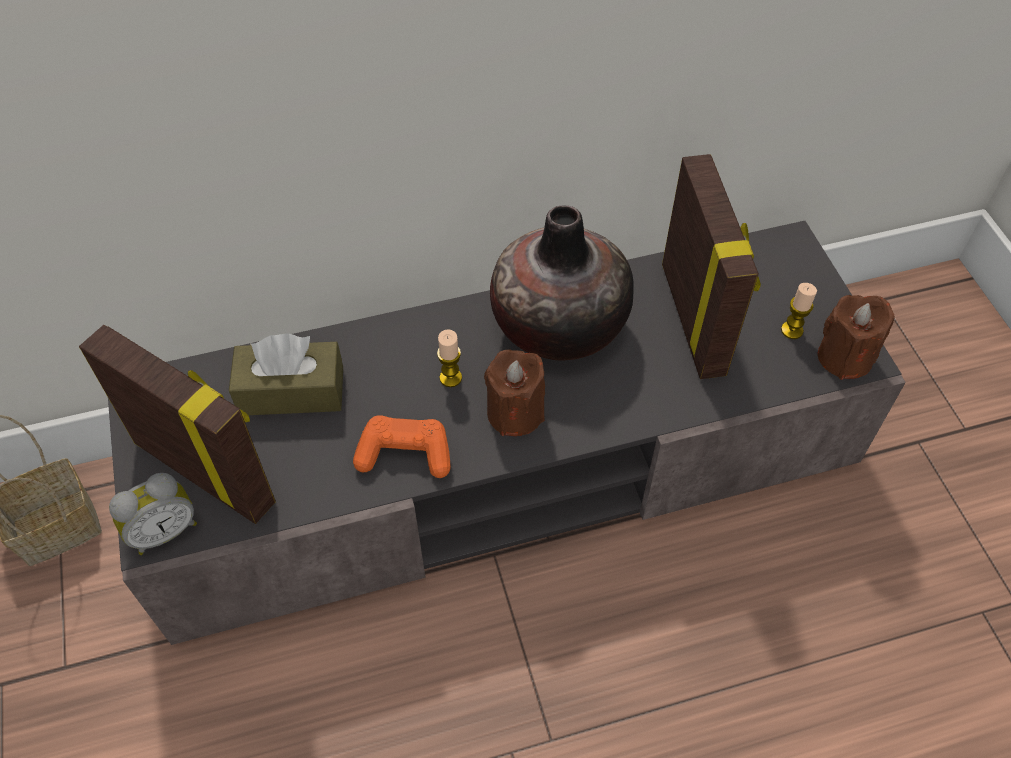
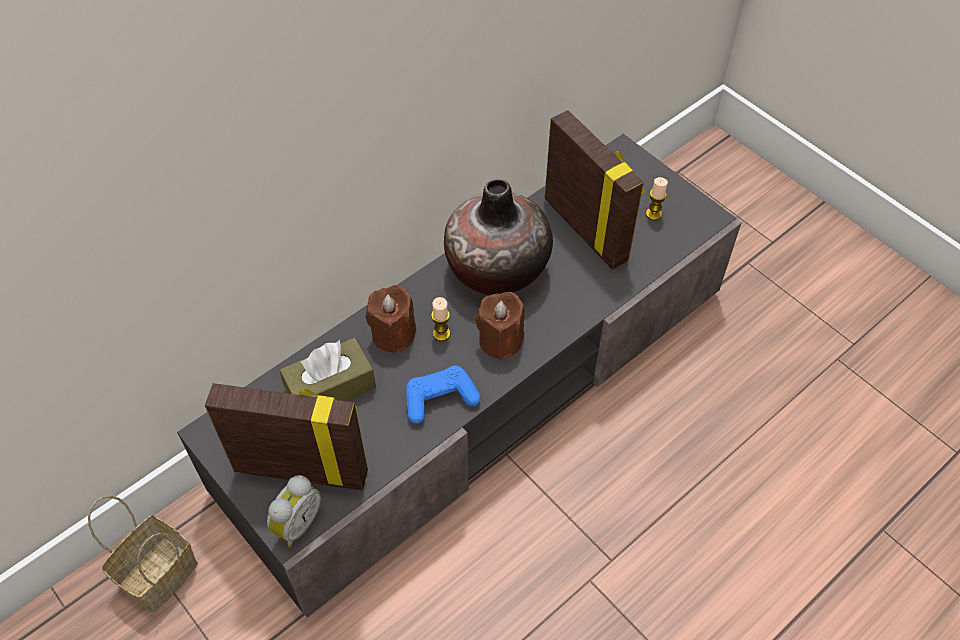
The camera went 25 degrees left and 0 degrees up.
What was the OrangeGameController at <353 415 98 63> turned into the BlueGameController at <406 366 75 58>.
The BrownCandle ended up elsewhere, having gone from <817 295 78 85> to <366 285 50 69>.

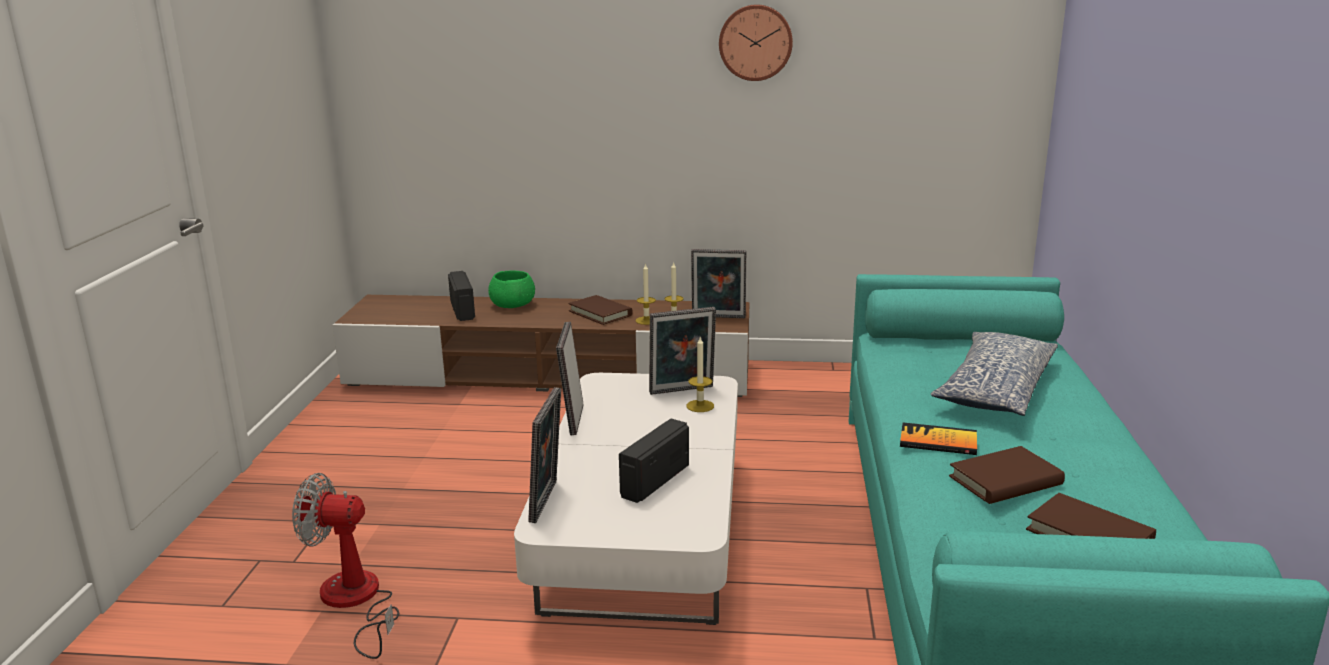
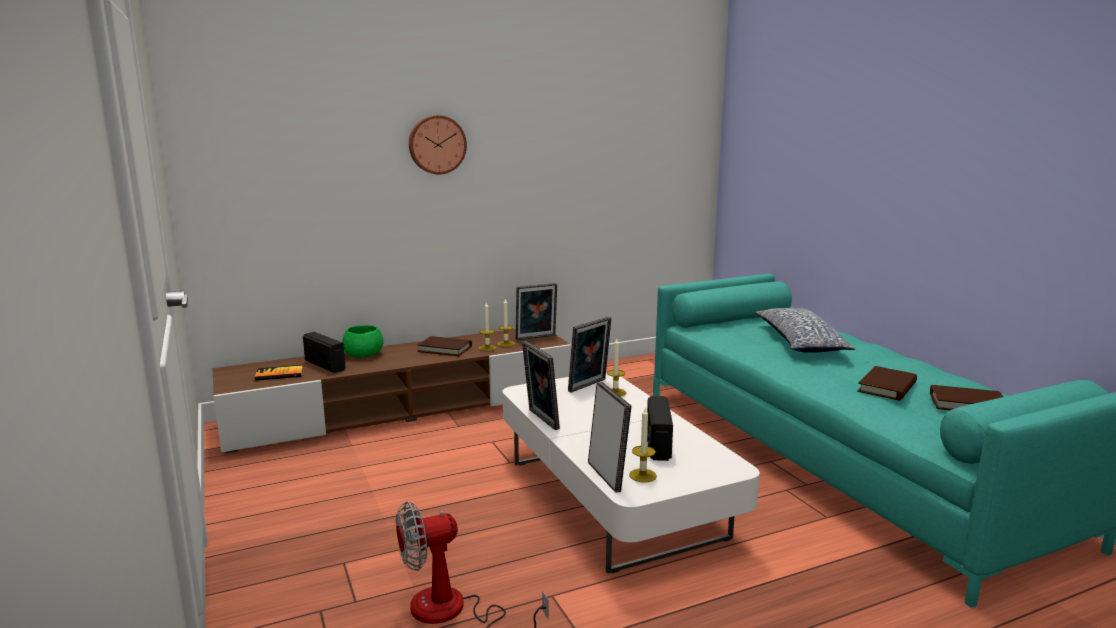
The camera went 30 degrees left and 5 degrees down.
The WallClock ended up elsewhere, having gone from <719 4 74 77> to <409 115 58 59>.
The Book ended up elsewhere, having gone from <900 422 77 33> to <255 365 48 16>.
The second view gained the Candle at <629 408 28 74>.

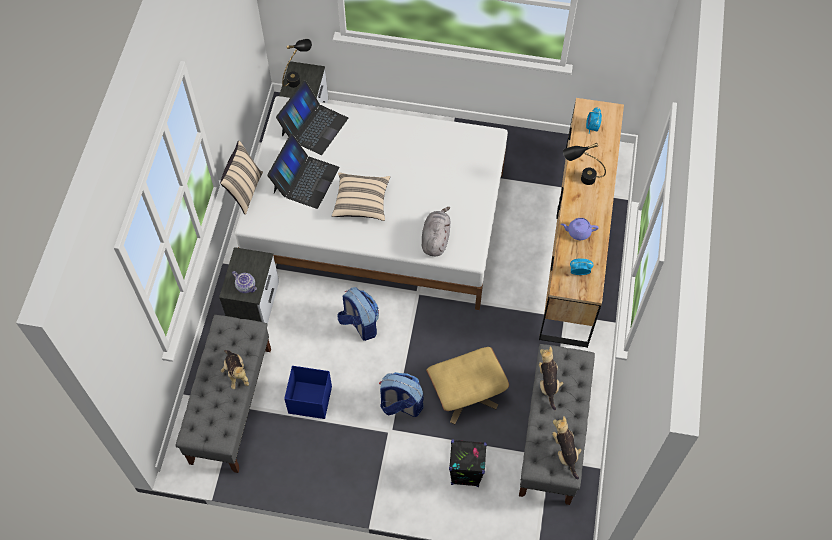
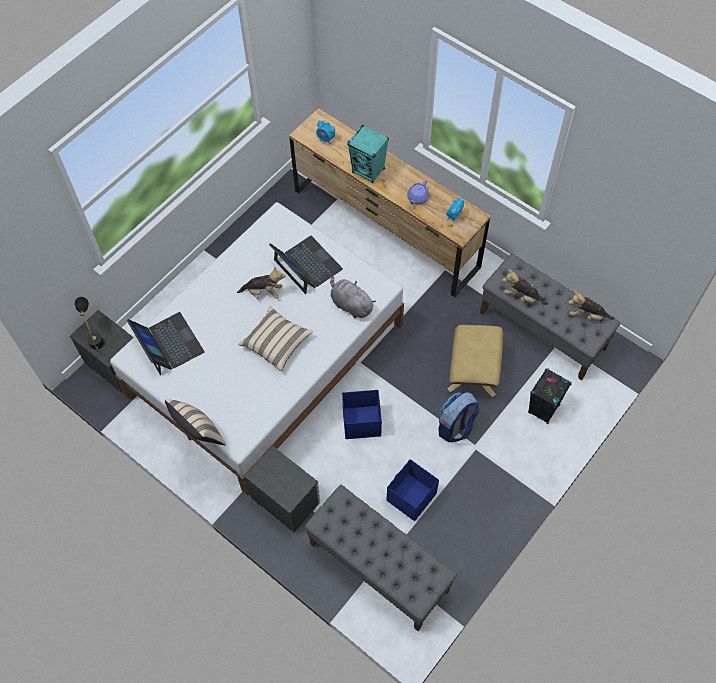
The camera went 60 degrees left and 0 degrees up.
The PlushToy ended up elsewhere, having gone from <221 350 28 39> to <237 267 49 32>.
The second view lost the Teapot at <232 271 25 22>.
The Laptop ended up elsewhere, having gone from <267 134 72 75> to <269 236 74 58>.
Where the Backpack stood at <338 287 41 54>, the BlueStorageBox came to stand at <342 390 40 49>.
Where the BlackTableLamp stood at <563 143 43 42>, the TurquoiseSpeaker came to stand at <347 125 42 58>.

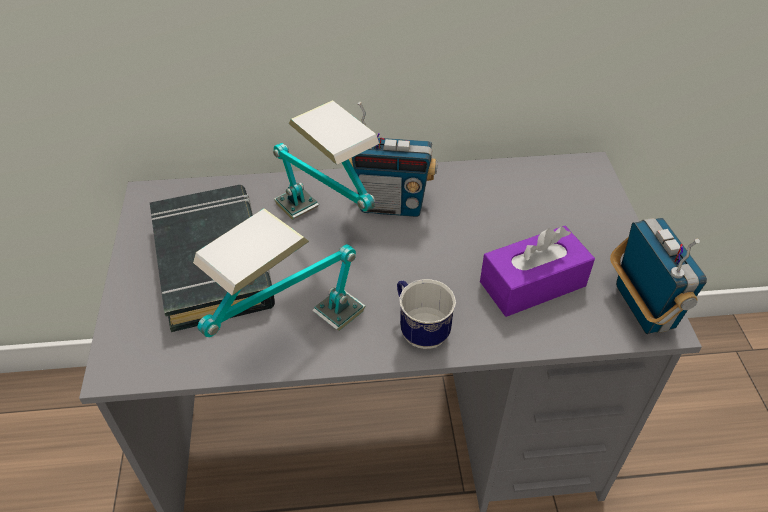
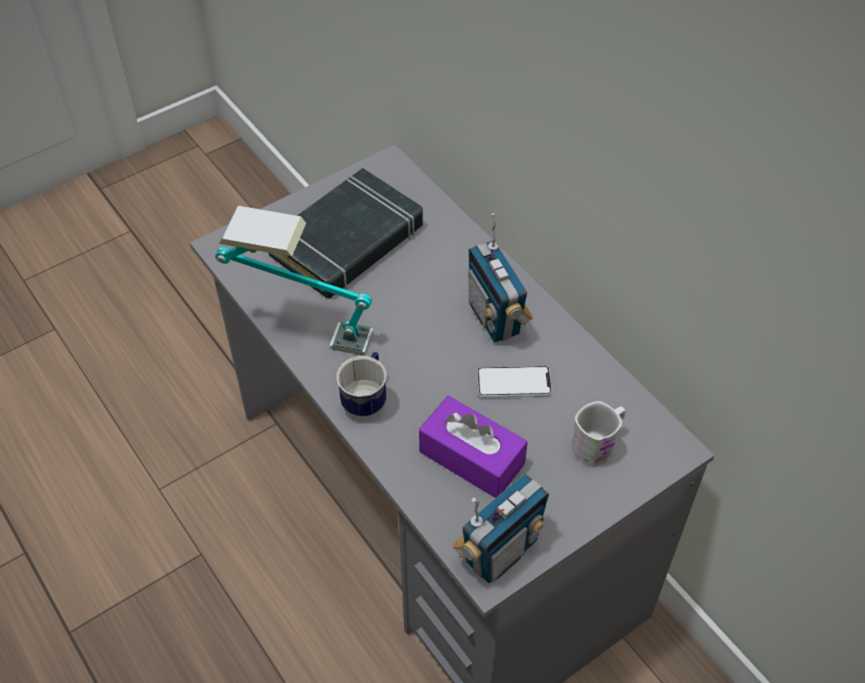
The camera went 60 degrees right and 5 degrees up.
The second view lost the TableLamp at <273 100 107 120>.
The second view gained the Phone at <476 366 76 32>.
The second view gained the WhiteMug at <571 401 55 66>.

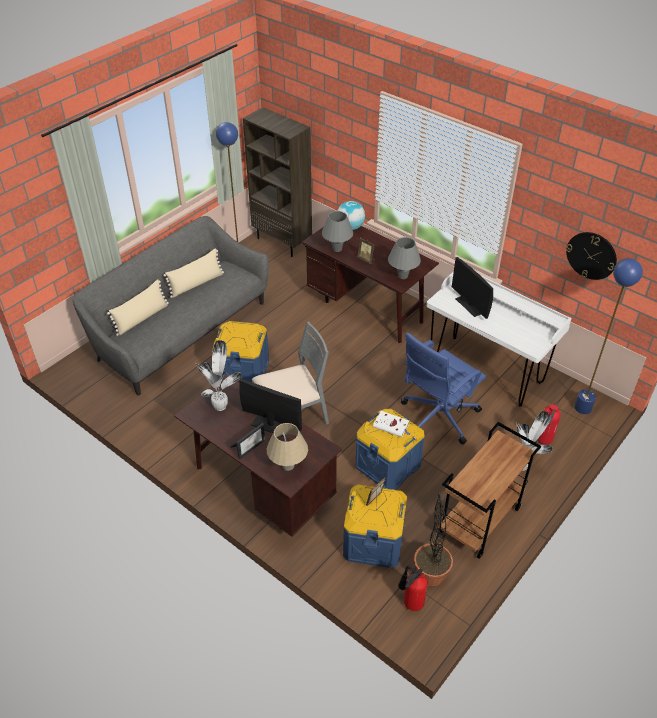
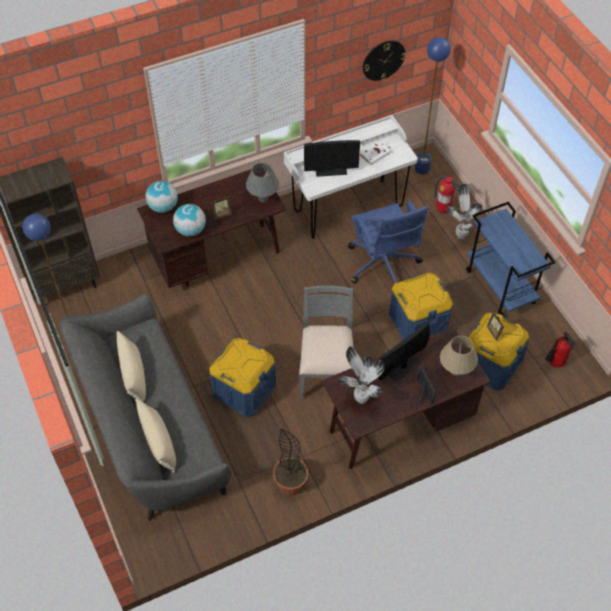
The camera went 65 degrees left and 10 degrees up.
Where the GreyTableLamp stood at <322 211 31 41>, the Globe came to stand at <173 204 33 32>.
The WhiteBook ended up elsewhere, having gone from <373 411 38 26> to <360 141 31 24>.
The PottedPlant ended up elsewhere, having gone from <414 492 39 95> to <273 428 35 67>.
What was the BrownCart at <438 422 103 137> turned into the BlueCart at <466 201 90 115>.

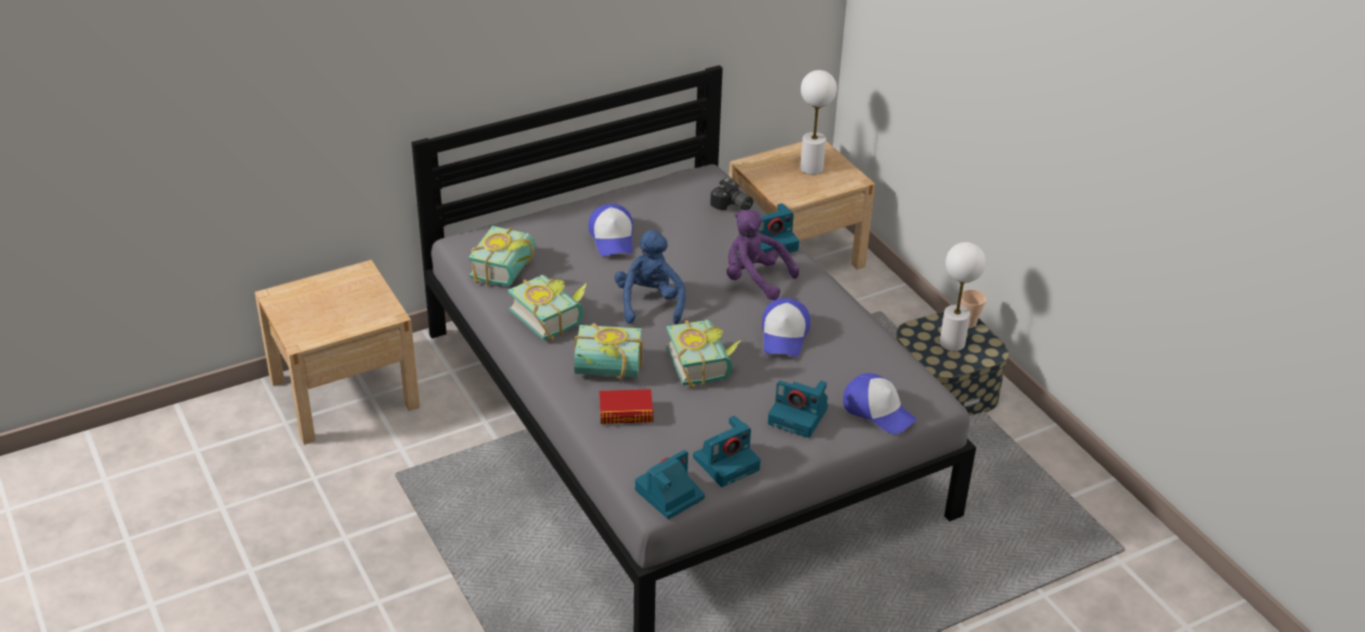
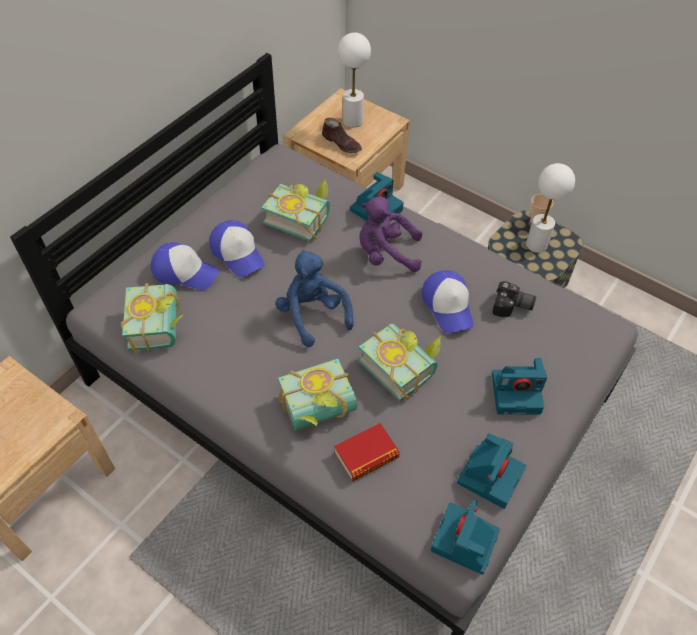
The camera went 25 degrees left and 15 degrees up.
The Book ended up elsewhere, having gone from <508 275 78 66> to <261 179 69 62>.
The PhotoCamera ended up elsewhere, having gone from <710 178 43 32> to <493 281 43 36>.
The Cap ended up elsewhere, having gone from <843 373 74 61> to <151 242 68 48>.
The second view gained the BrownShoe at <322 118 40 35>.

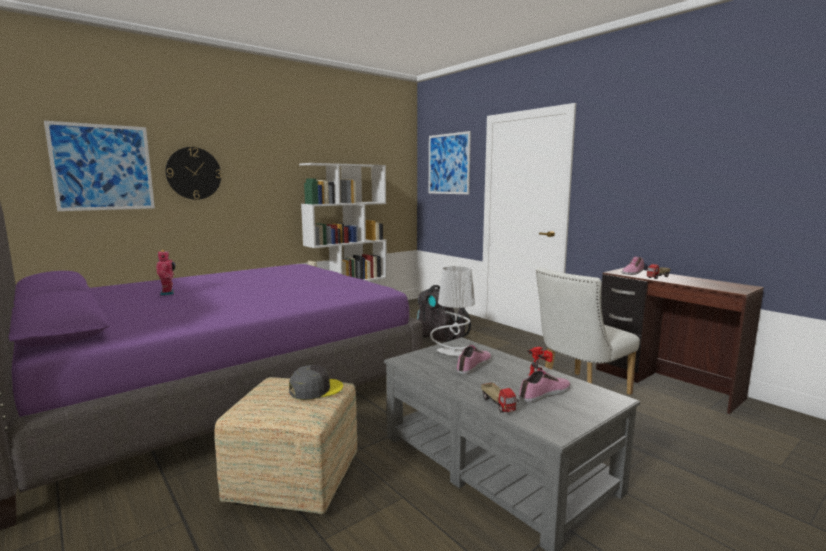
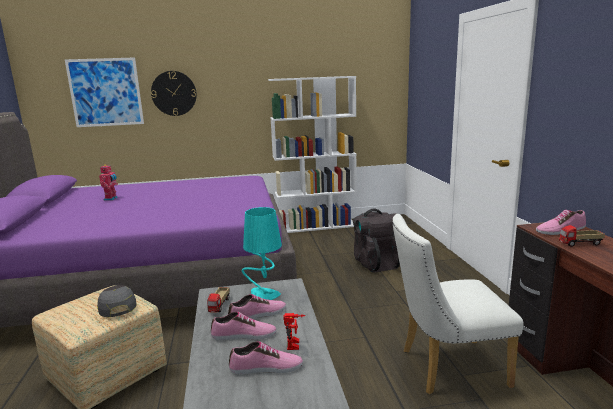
The camera went 30 degrees right and 5 degrees up.
The GreyCap at <289 365 54 35> ended up facing another way, 120 degrees counterclockwise from before.
The second view lost the Picture at <429 131 42 63>.
What was the GreyTableLamp at <430 266 45 90> turned into the TurquoiseTableLamp at <242 207 40 93>.
The ToyTruck ended up elsewhere, having gone from <481 382 38 31> to <207 287 23 26>.
The second view gained the Shoe at <211 312 66 28>.

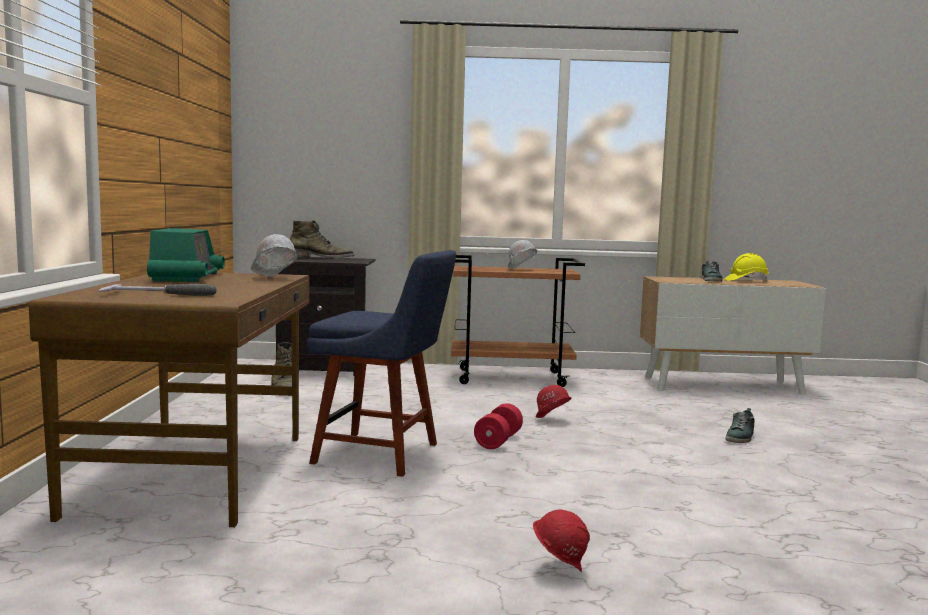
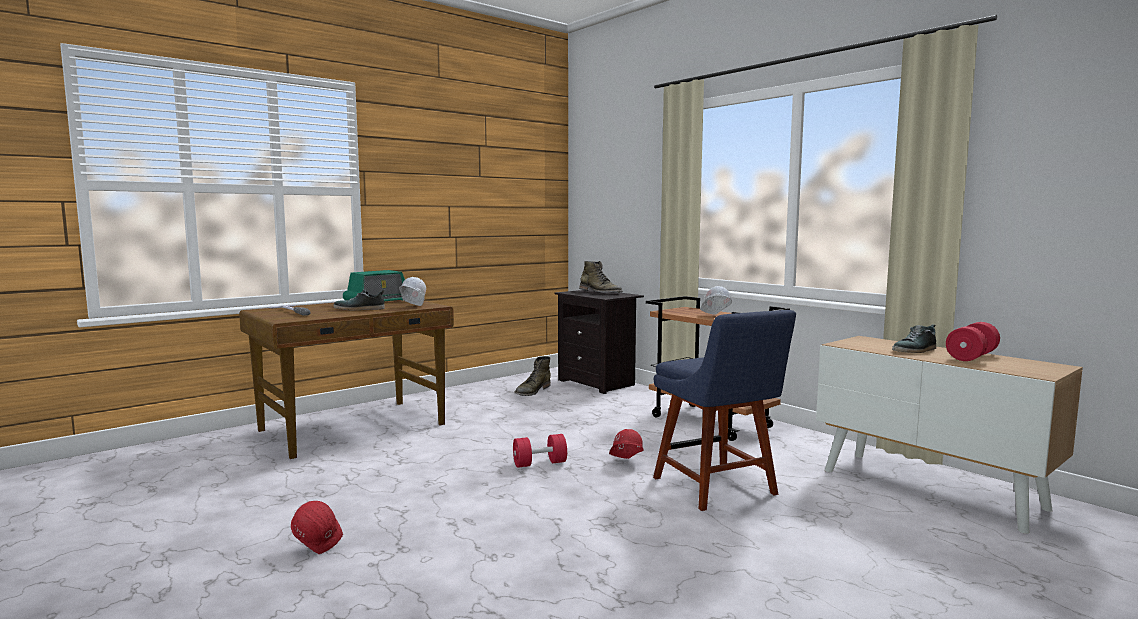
The camera went 50 degrees right and 0 degrees up.
The BlueChair ended up elsewhere, having gone from <306 250 150 227> to <653 310 143 201>.
Where the YellowHardHat stood at <725 253 44 28>, the RedDumbbell came to stand at <946 322 54 39>.
The Shoe ended up elsewhere, having gone from <725 408 30 35> to <334 289 51 22>.

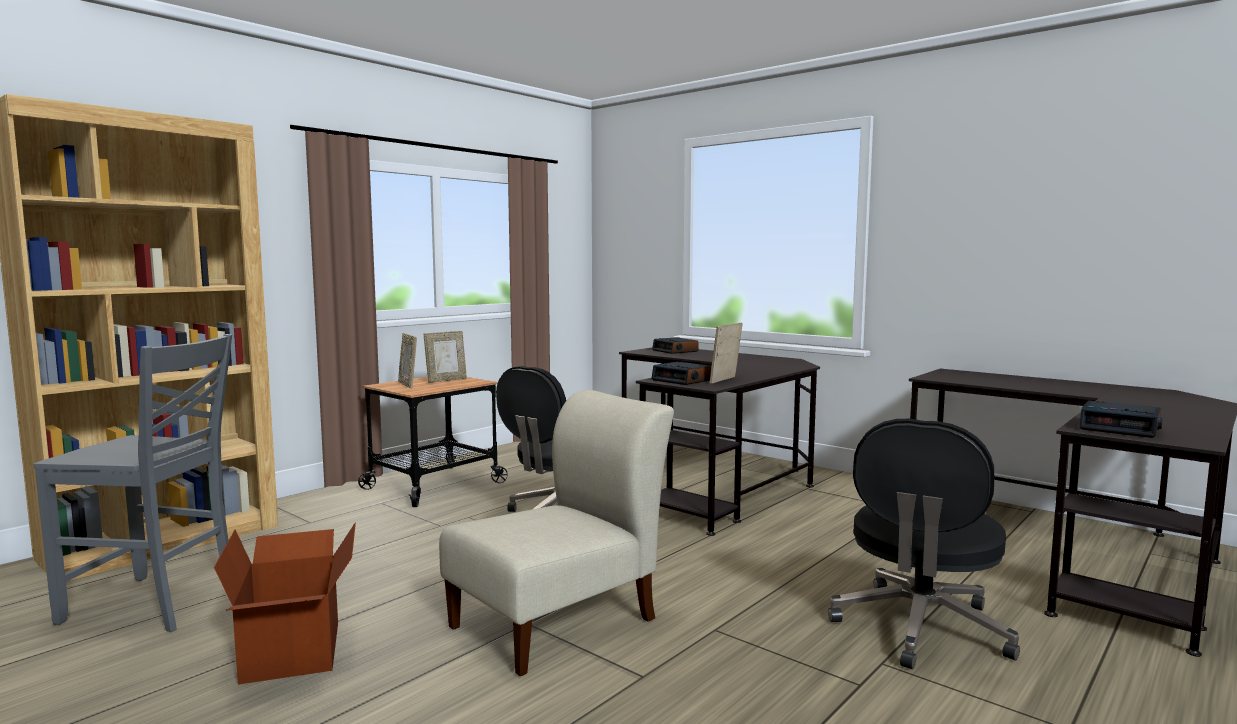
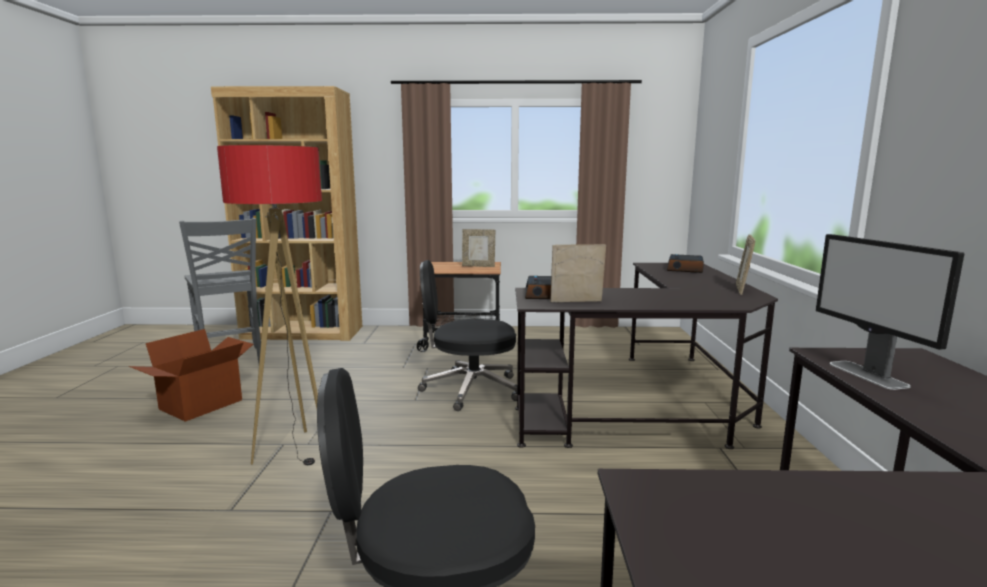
The camera went 50 degrees right and 5 degrees up.
The PictureFrame ended up elsewhere, having gone from <398 333 19 56> to <736 235 20 60>.
Where the BeigeChair stood at <439 390 235 286>, the FloorLamp came to stand at <217 145 105 320>.
The second view lost the AlarmClock at <1079 401 84 37>.
The second view gained the Monitor at <816 234 148 156>.

